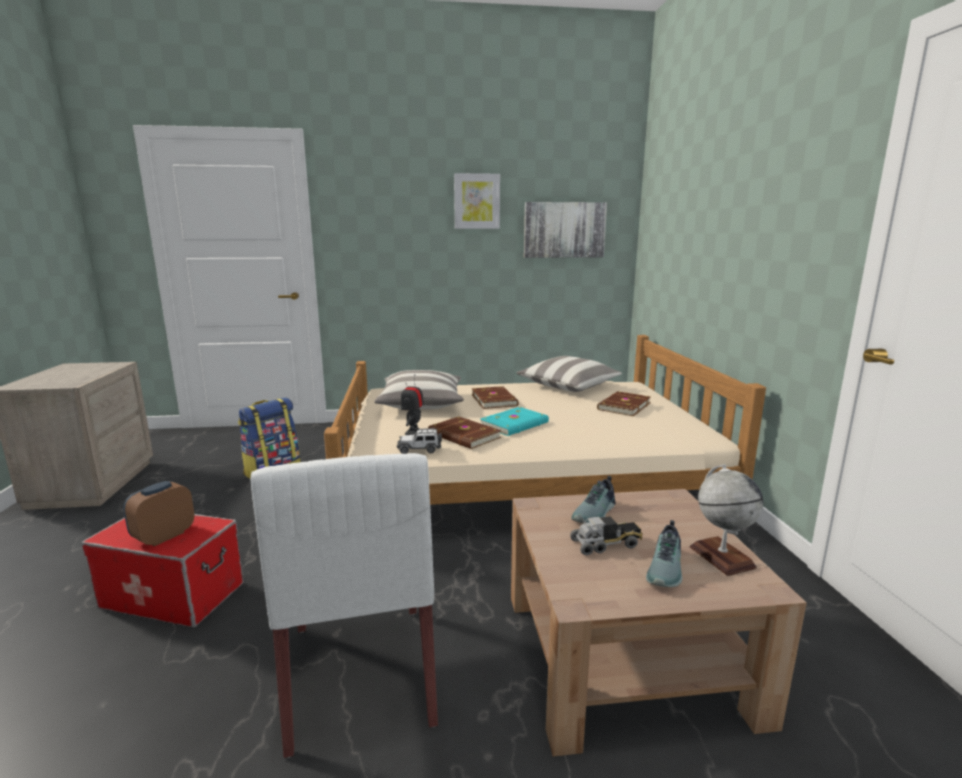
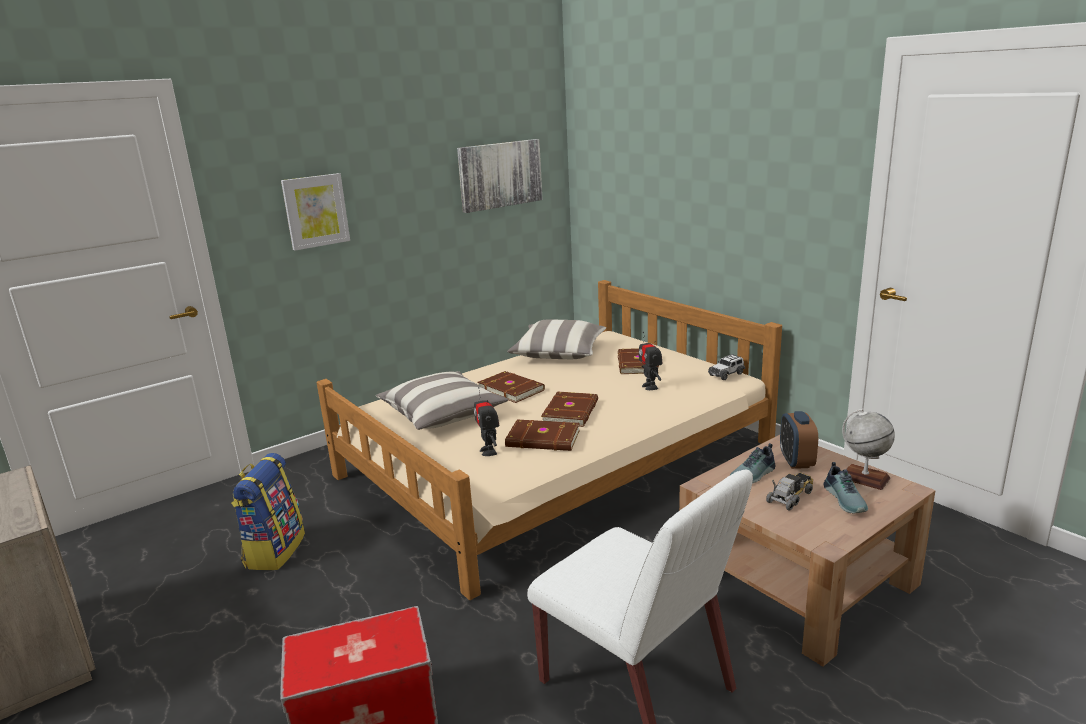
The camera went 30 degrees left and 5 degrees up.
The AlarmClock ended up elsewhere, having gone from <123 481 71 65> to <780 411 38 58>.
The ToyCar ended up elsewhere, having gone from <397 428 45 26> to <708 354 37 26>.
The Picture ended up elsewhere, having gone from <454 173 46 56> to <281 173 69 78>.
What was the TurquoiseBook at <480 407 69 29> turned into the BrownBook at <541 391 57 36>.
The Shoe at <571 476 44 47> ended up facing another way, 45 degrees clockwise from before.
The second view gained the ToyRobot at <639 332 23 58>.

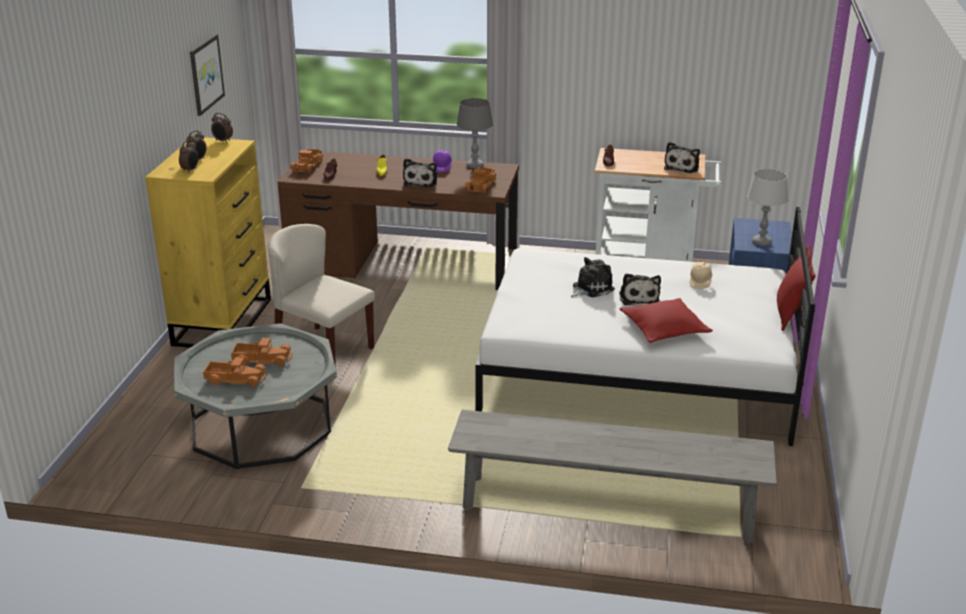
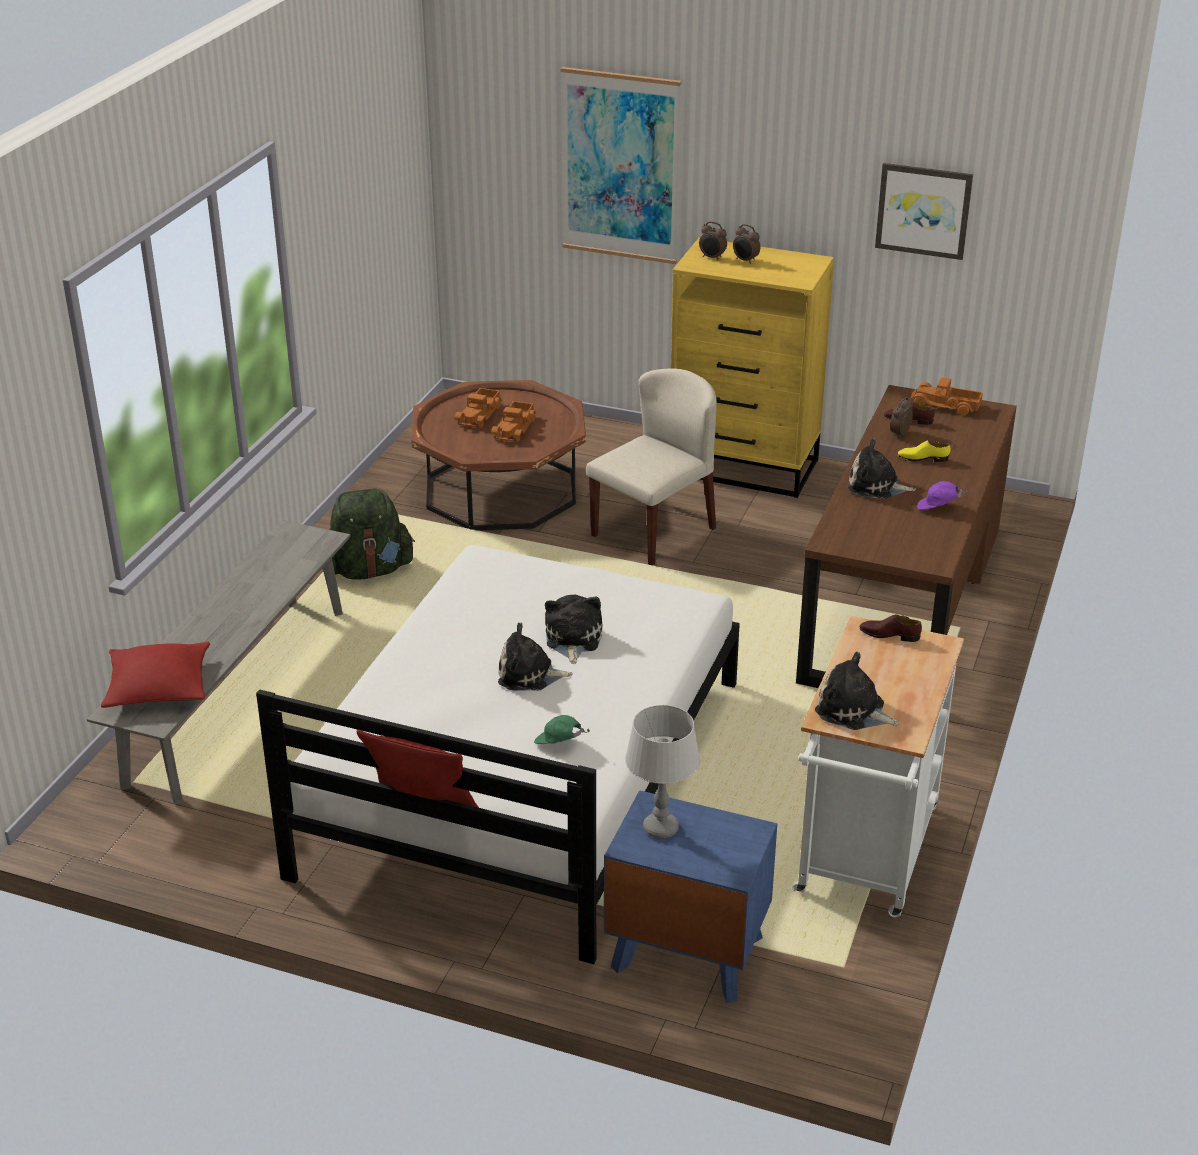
The camera went 100 degrees right and 5 degrees up.
What was the GreyCoffeeTable at <174 323 163 146> turned into the BrownCoffeeTable at <412 380 174 150>.
The AlarmClock ended up elsewhere, having gone from <211 113 22 30> to <890 397 23 41>.
The second view lost the GreyTableLamp at <457 98 36 71>.
The second view lost the ToyTruck at <465 167 31 27>.
The PlushToy at <571 257 44 41> ended up facing another way, 150 degrees counterclockwise from before.
The RedPillow ended up elsewhere, having gone from <620 298 93 45> to <101 642 109 66>.
What was the BeigeCap at <690 260 22 29> turned into the GreenCap at <534 715 56 29>.
The second view gained the GreenBackpack at <330 489 85 91>.
The second view gained the Picture at <560 67 122 197>.

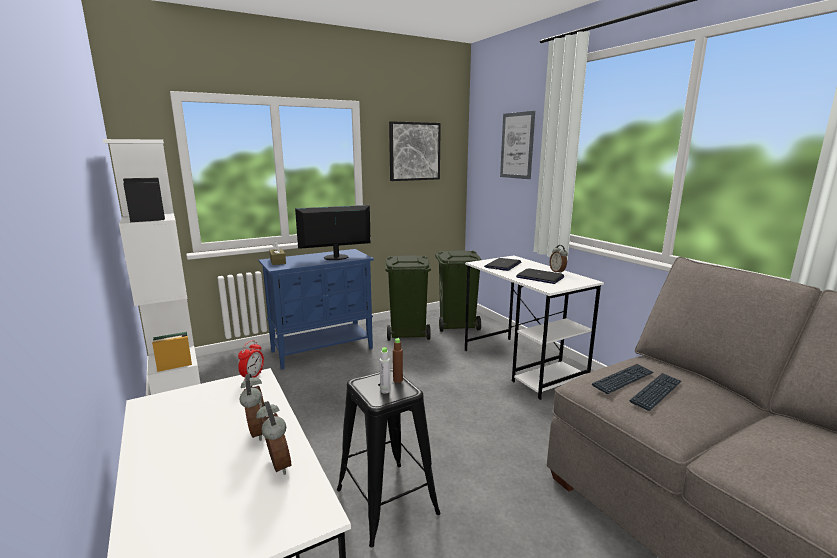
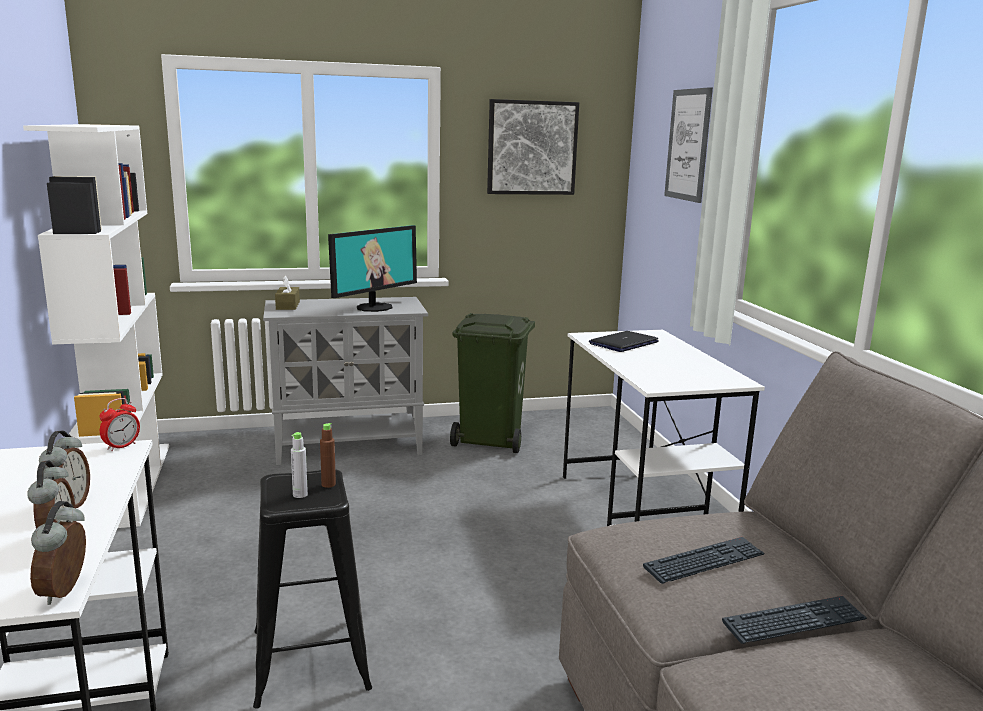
The camera went 15 degrees right and 0 degrees up.
What was the BlueCabinet at <258 249 116 121> turned into the GreyCabinet at <263 297 165 168>.
The Monitor at <295 205 76 55> ended up facing another way, 135 degrees clockwise from before.
The second view lost the GreenTrashCan at <435 251 46 81>.
The second view lost the Laptop at <516 268 48 16>.
The AlarmClock ended up elsewhere, having gone from <550 245 18 28> to <30 501 56 104>.
The Keyboard ended up elsewhere, having gone from <592 364 62 30> to <722 596 145 48>.

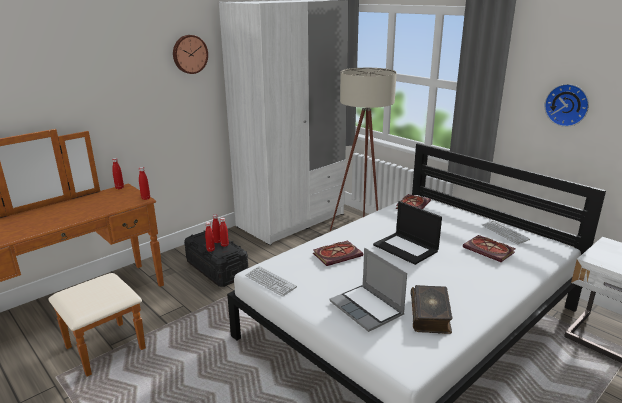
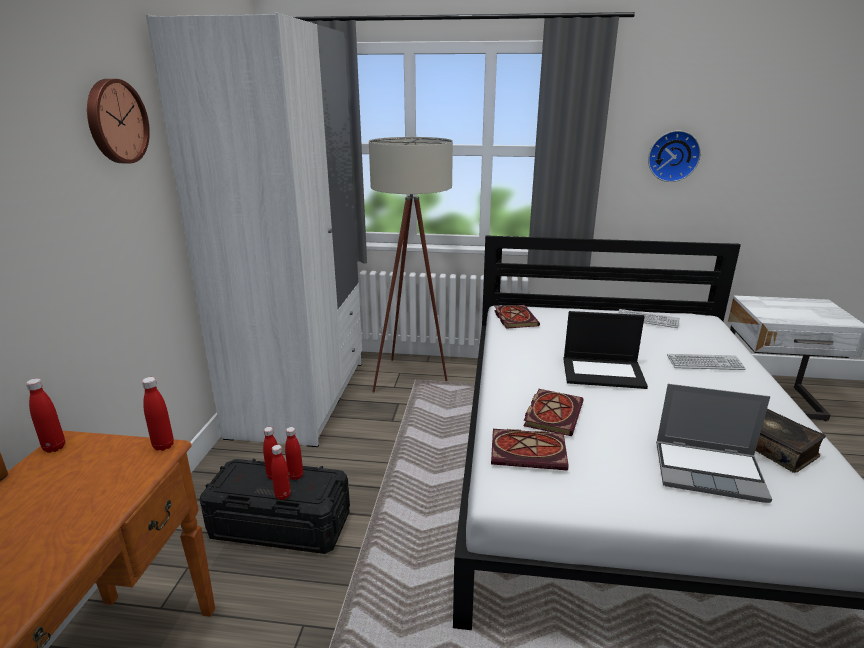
The camera went 40 degrees left and 0 degrees up.
The Keyboard ended up elsewhere, having gone from <245 266 52 31> to <667 354 79 16>.
The Book ended up elsewhere, having gone from <463 235 53 27> to <491 429 77 42>.

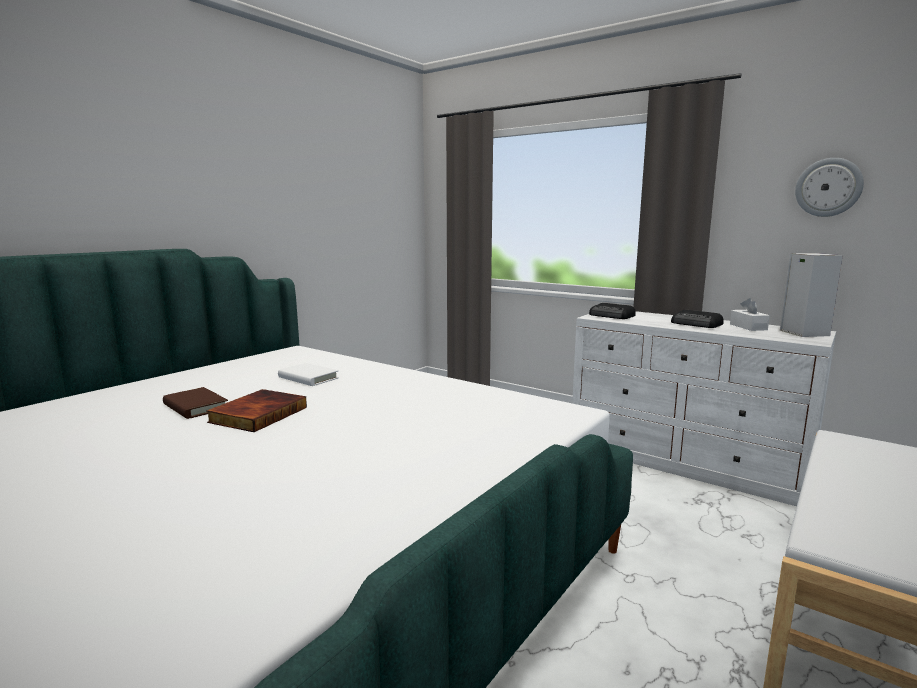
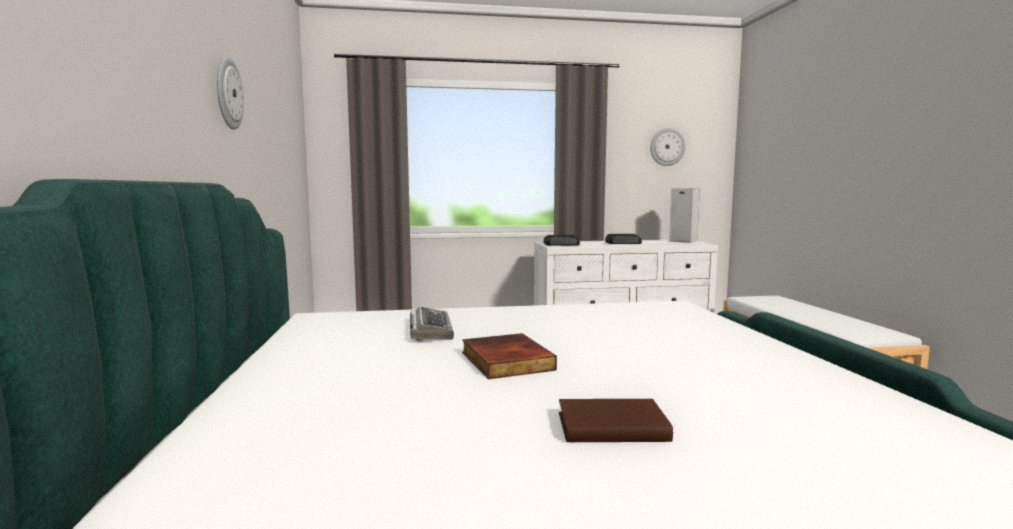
The camera went 45 degrees left and 5 degrees down.
The BrownBook ended up elsewhere, having gone from <163 387 65 32> to <559 399 114 43>.
Where the WhiteBook stood at <278 363 61 23>, the Keyboard came to stand at <410 306 44 34>.
The second view lost the WhiteTissueBox at <730 298 40 33>.
The second view gained the WallClock at <217 57 27 73>.

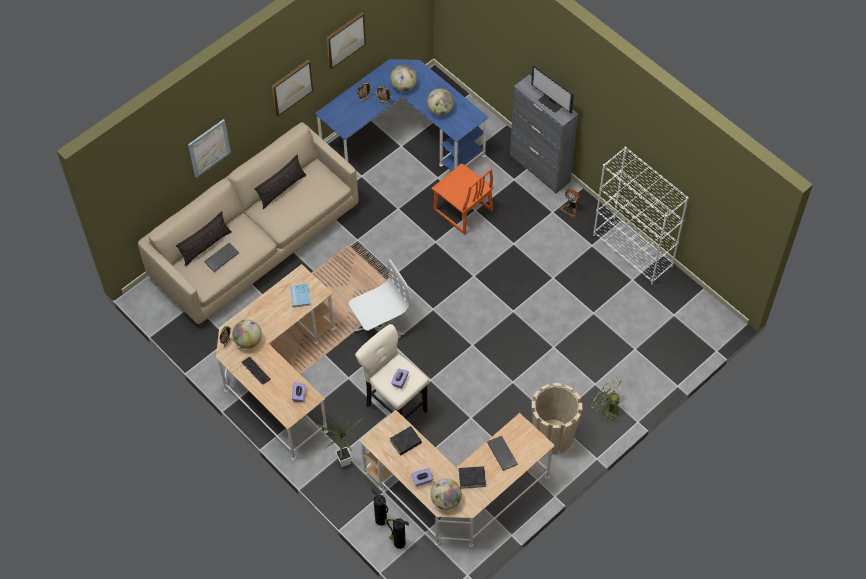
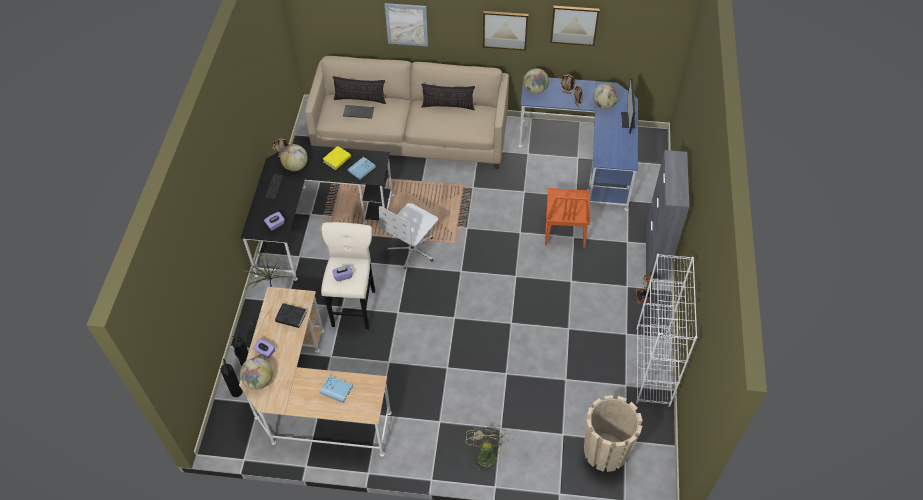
The camera went 50 degrees right and 5 degrees down.
What was the BeigeDesk at <216 264 119 196> turned into the BlackDesk at <241 144 153 137>.
The WhiteOfficeChair at <349 259 61 78> ended up facing another way, 105 degrees clockwise from before.
The Globe ended up elsewhere, having gone from <427 89 27 27> to <524 68 25 26>.
The second view lost the BlackBook at <459 466 27 23>.
Where the Keyboard stood at <487 436 31 35>, the BlueBook came to stand at <320 375 33 28>.
The Monitor ended up elsewhere, having gone from <531 65 43 48> to <621 78 15 56>.
The BeigePlanter ended up elsewhere, having gone from <532 383 50 71> to <584 395 59 77>.
The second view gained the YellowBook at <323 146 28 24>.

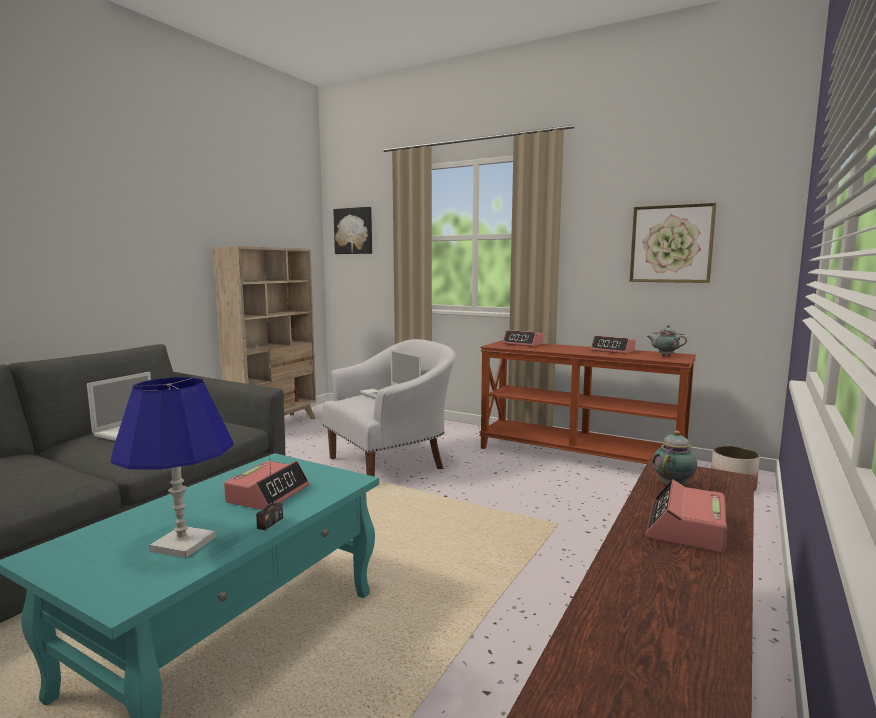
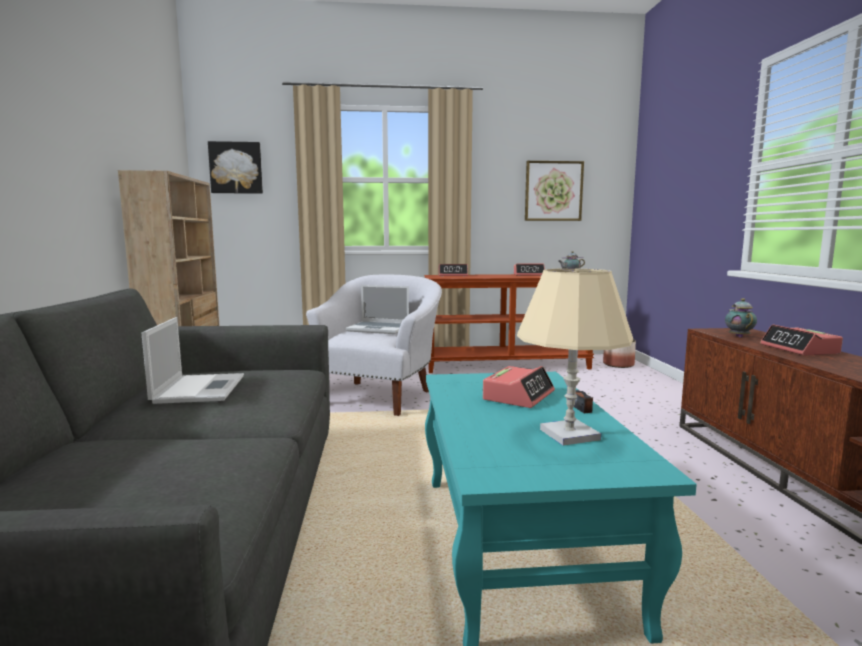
The camera went 35 degrees left and 0 degrees up.
What was the BlueTableLamp at <111 377 123 181> turned into the BeigeTableLamp at <517 268 116 178>.
The AlarmClock at <224 461 85 49> ended up facing another way, 45 degrees clockwise from before.

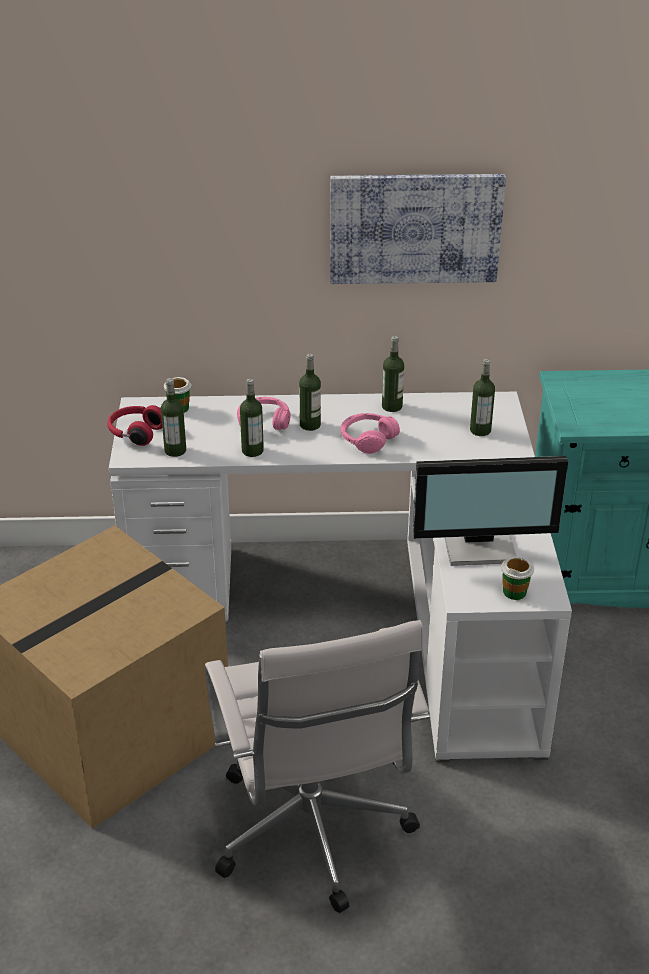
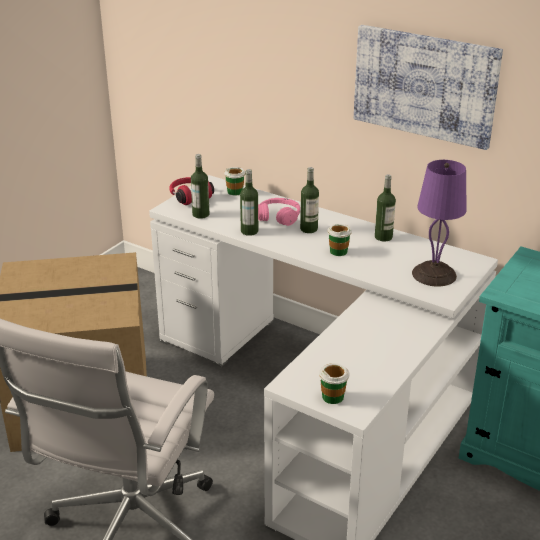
The camera went 35 degrees right and 5 degrees down.
Where the PinkHeadphones stood at <341 413 59 41>, the Cup came to stand at <327 224 25 32>.
The second view lost the Monitor at <413 456 155 110>.
Where the Bottle stood at <470 359 25 77>, the PurpleTableLamp came to stand at <412 160 55 127>.

